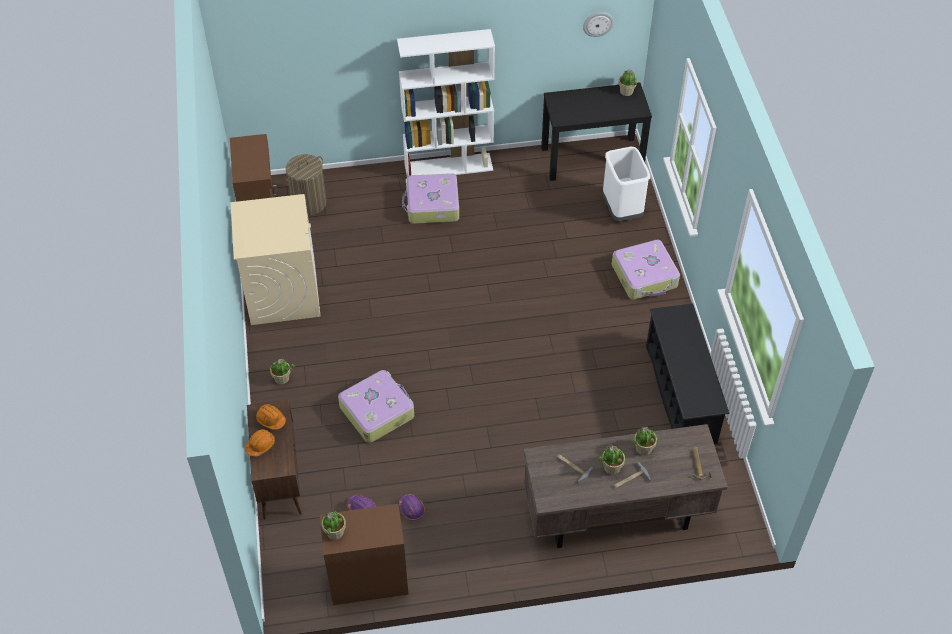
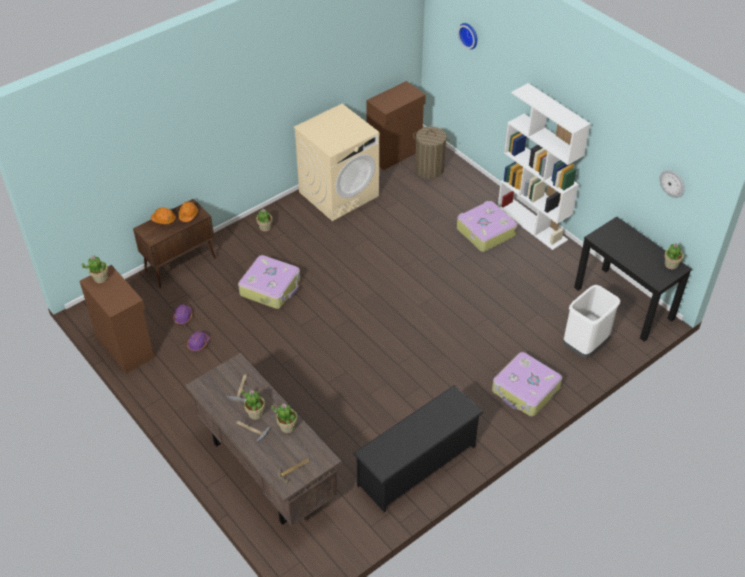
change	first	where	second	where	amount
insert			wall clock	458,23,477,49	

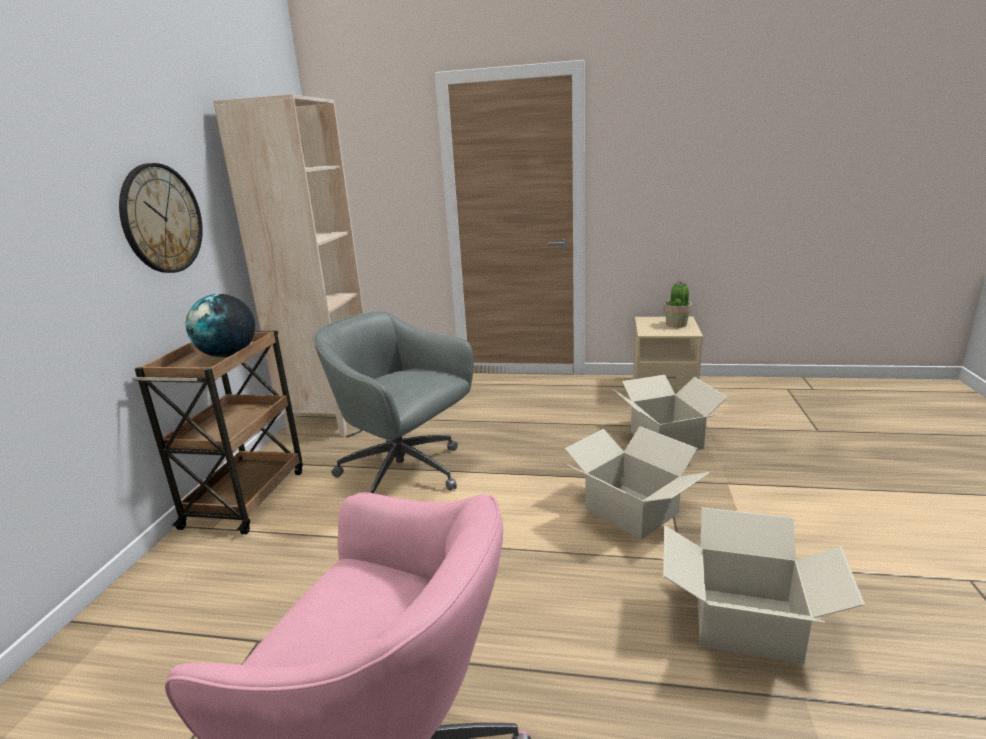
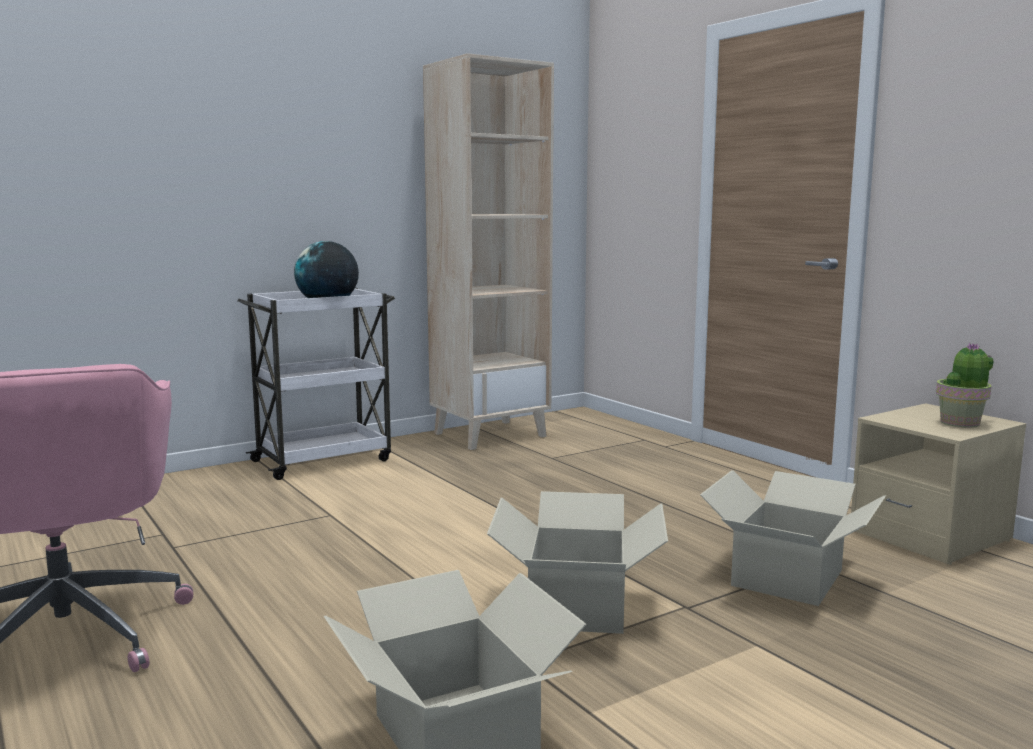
change	first	where	second	where	amount
delete	wall clock	119,163,203,273			
delete	office chair (grey)	313,311,474,493			
recolor	cart (brown)	132,330,303,534	cart (white)	237,288,395,480	

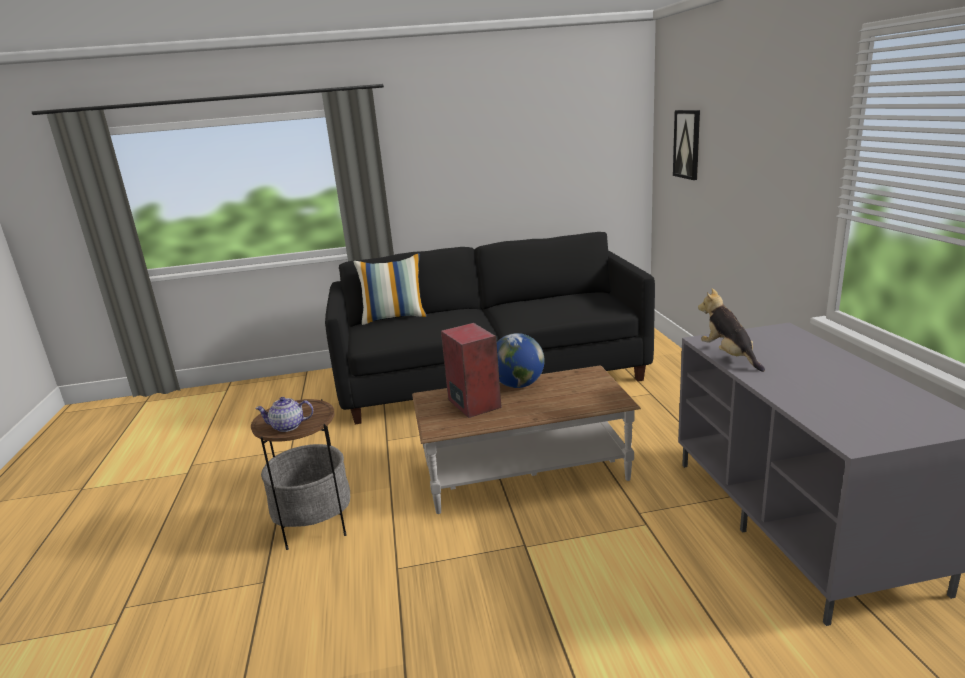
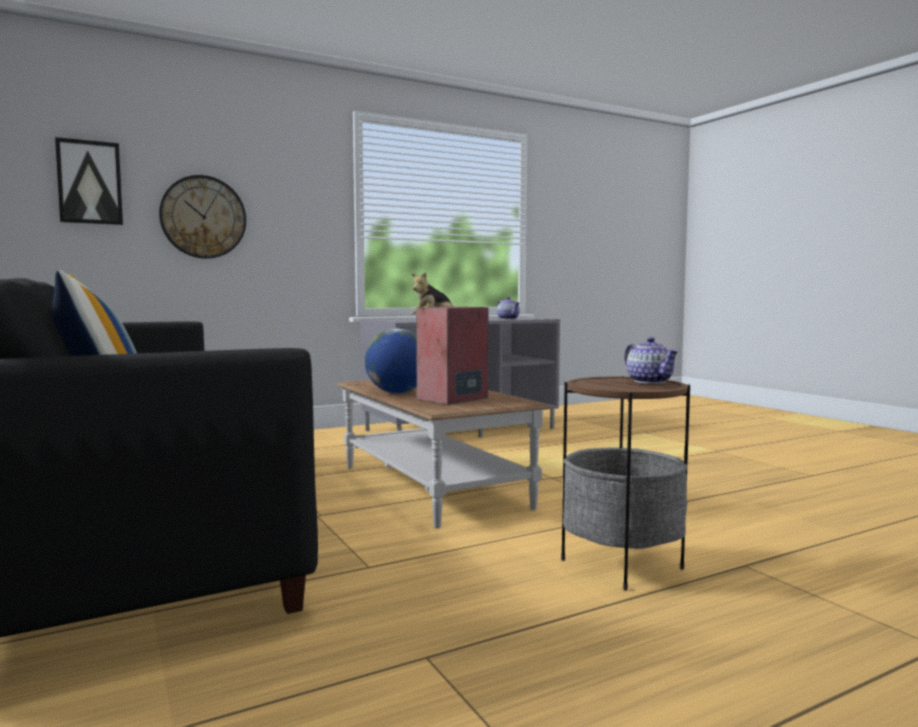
change	first	where	second	where	amount
insert			wall clock	159,175,246,259	
insert			teapot	497,297,520,319	

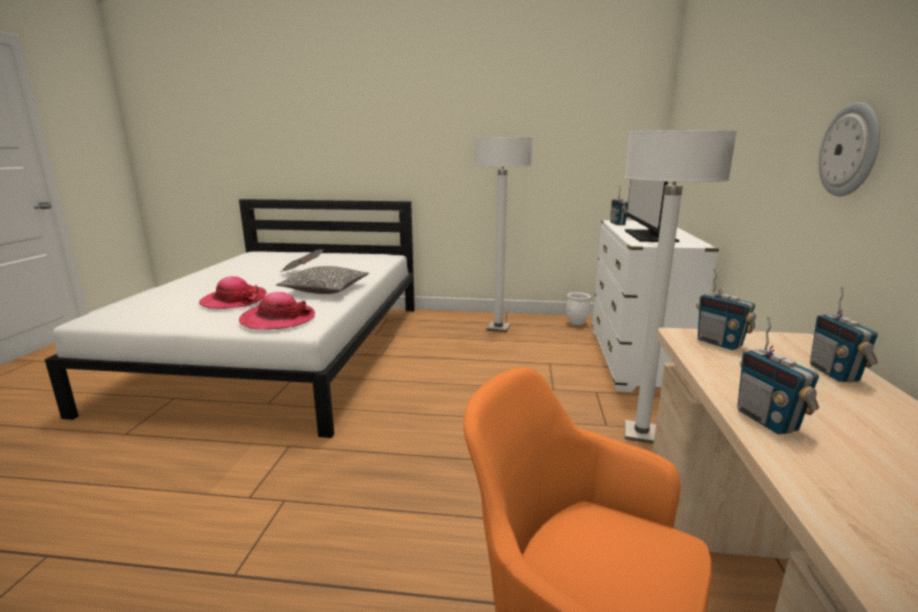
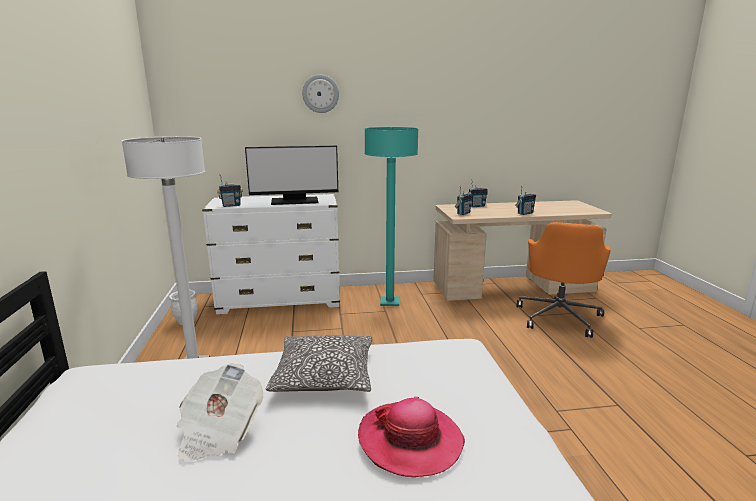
change	first	where	second	where	amount
delete	hat	239,292,315,330			
move	wall clock	819,102,880,196		302,75,339,113	
recolor	floor lamp (white)	624,129,737,444	floor lamp (turquoise)	364,127,418,306	

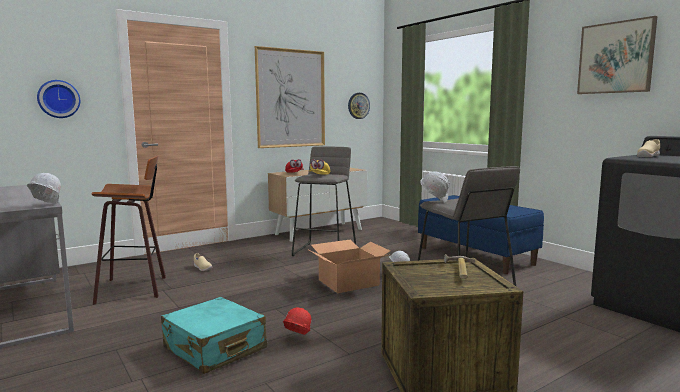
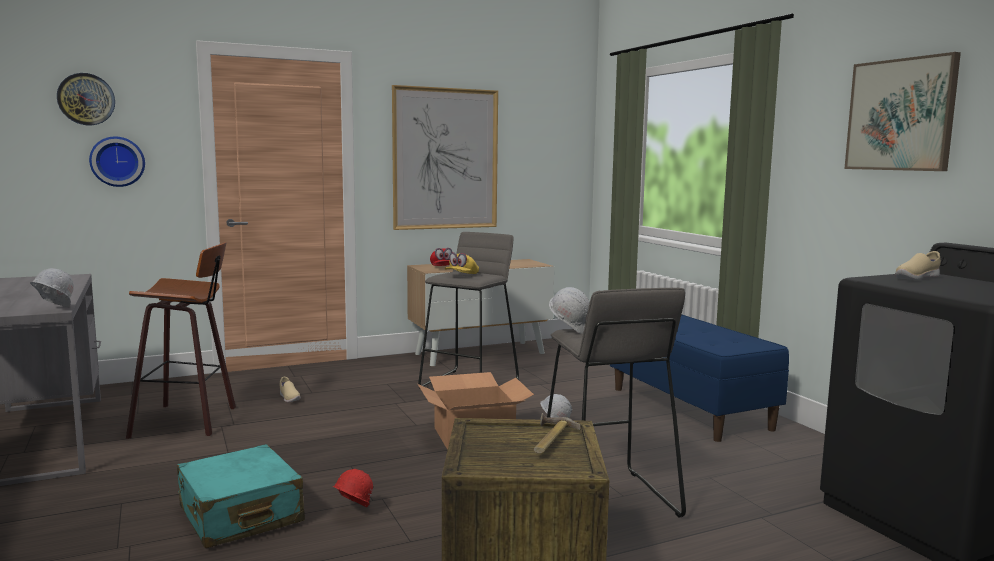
change	first	where	second	where	amount
move	wall clock	348,93,370,119		57,73,115,126	

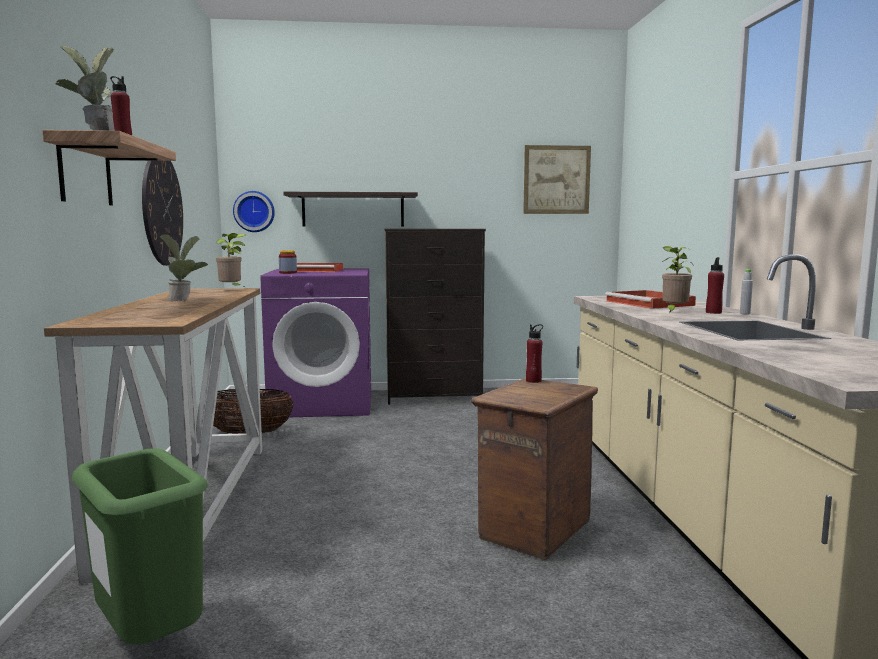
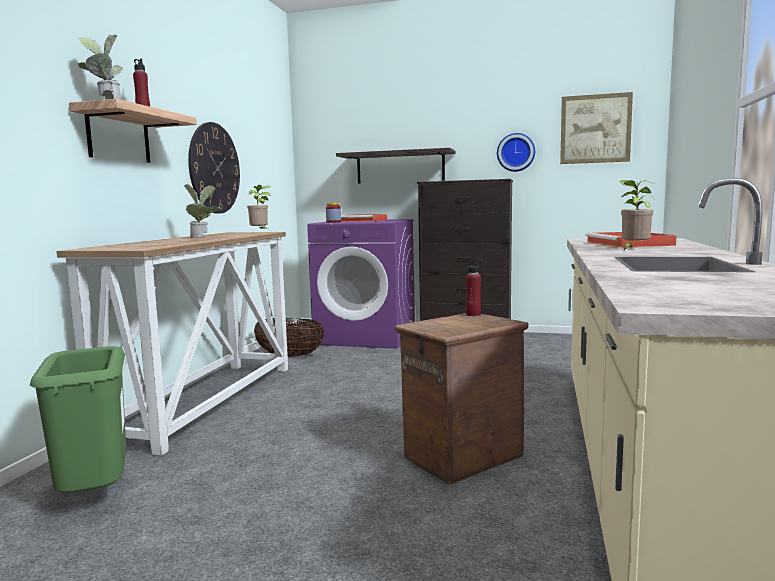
change	first	where	second	where	amount
delete	bottle (red)	706,257,724,314			
delete	bottle (grey)	740,269,753,314			
move	wall clock	233,191,275,232		497,133,535,172	

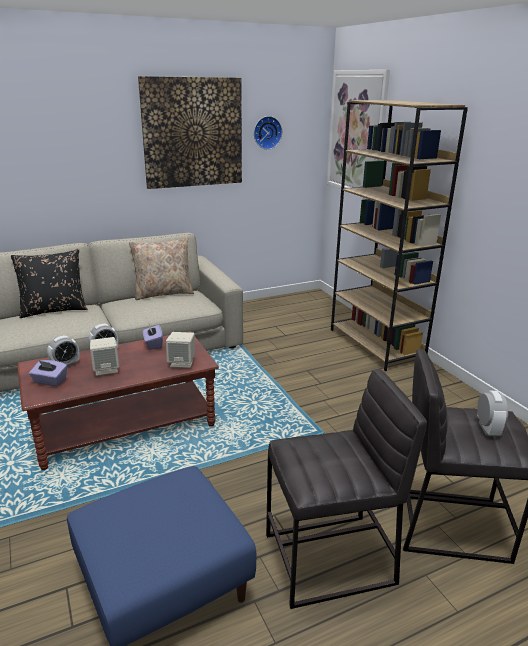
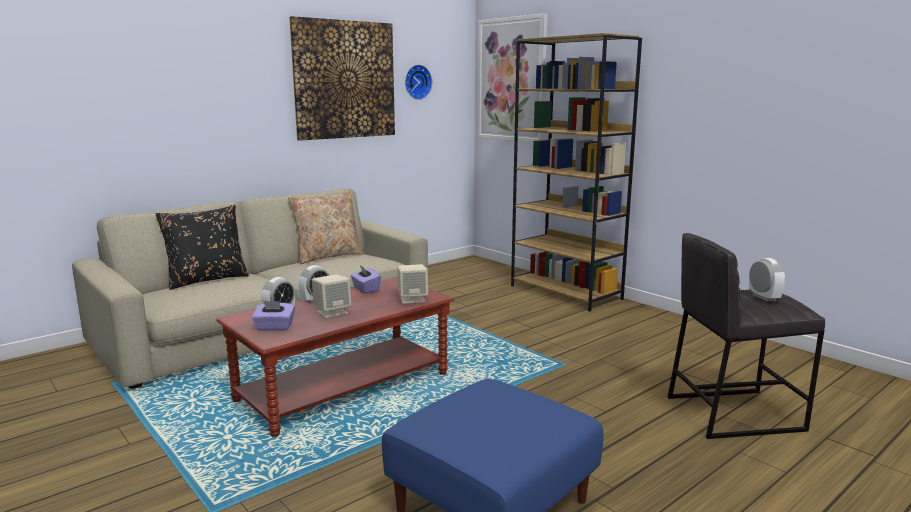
change	first	where	second	where	amount
delete	stool (grey)	266,369,427,609			

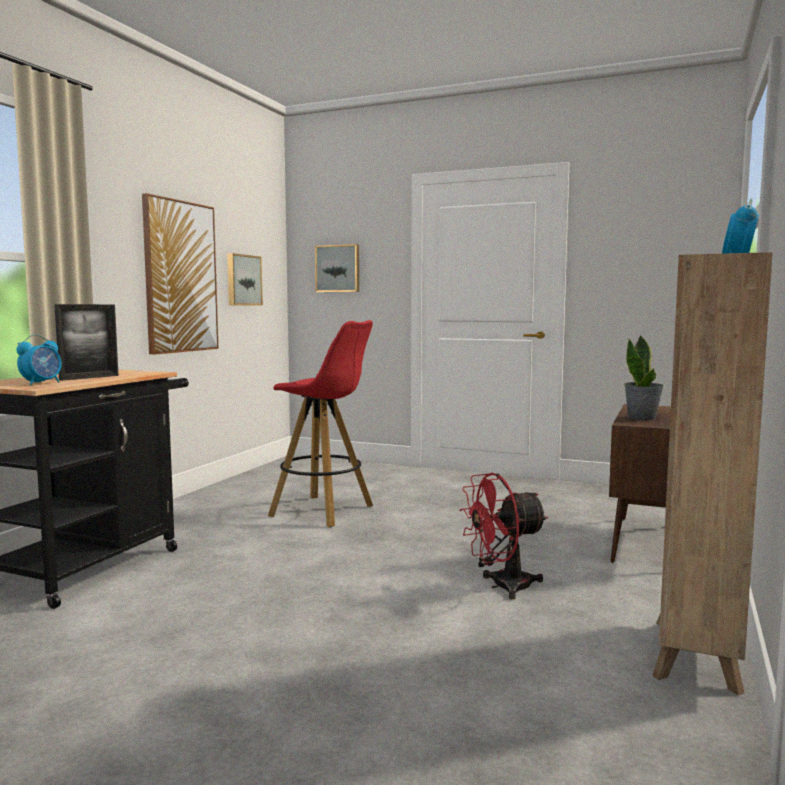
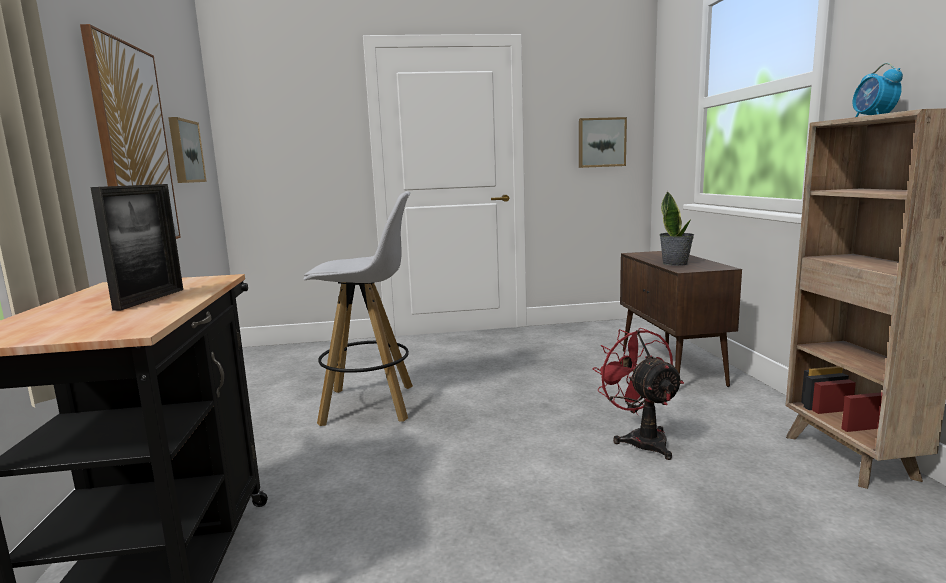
change	first	where	second	where	amount
delete	alarm clock	16,334,62,385			
move	picture	315,244,359,292		579,117,627,168	
recolor	stool (red)	268,320,373,527	stool (white)	303,191,413,426	
rotate	fan (red)	460,473,548,600		593,328,684,460	120 degrees clockwise

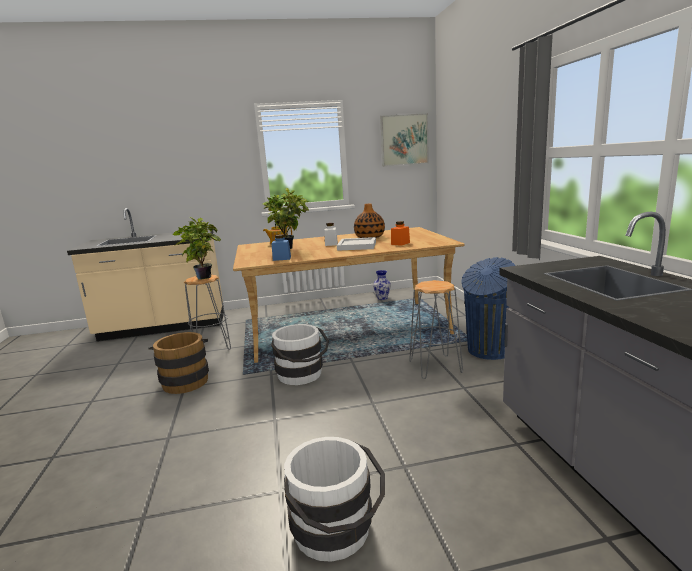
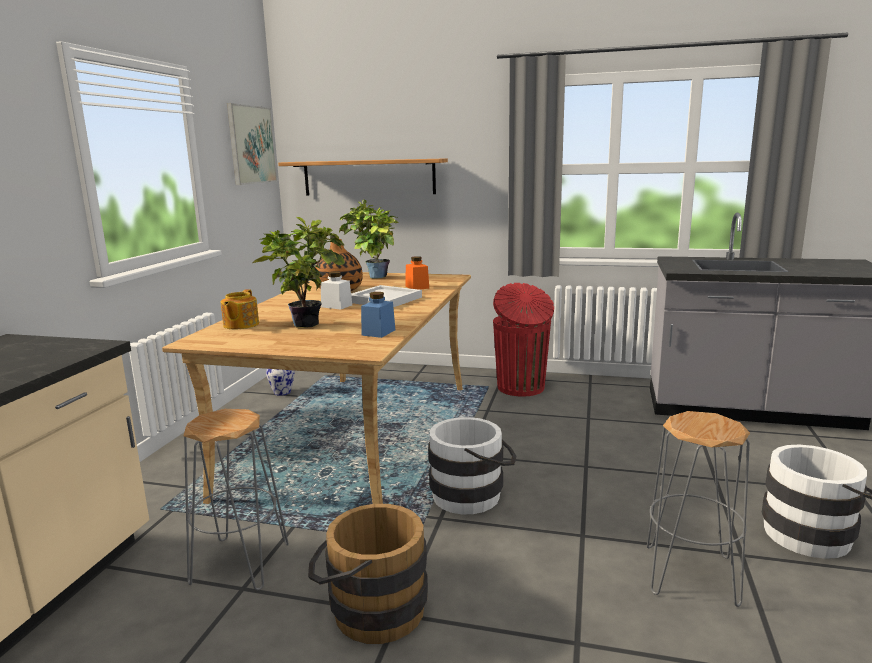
change	first	where	second	where	amount
insert			shelf	278,158,448,195	
move	potted plant	173,217,221,279		339,199,398,279	
move	stool (grey)	409,280,463,379		647,411,750,607	
recolor	trash can (blue)	461,257,516,360	trash can (red)	493,283,554,397	

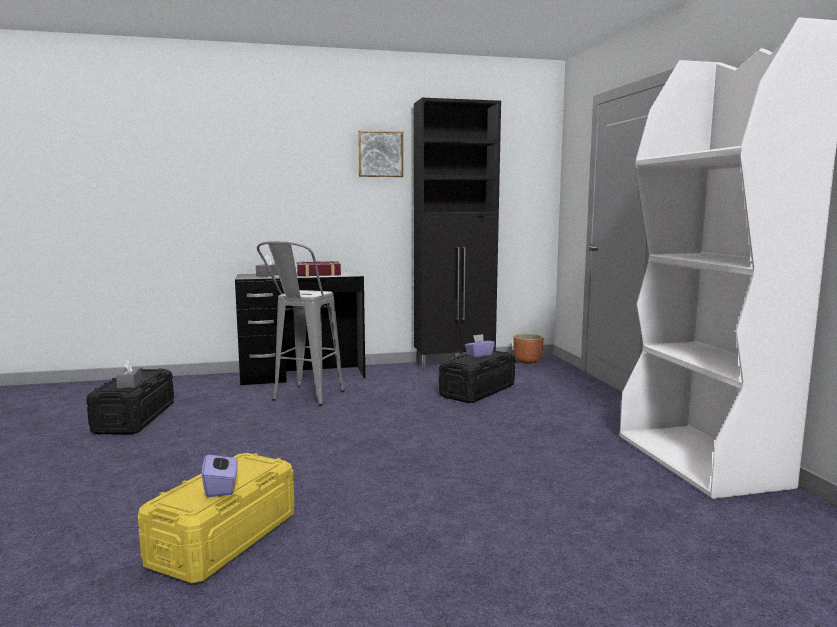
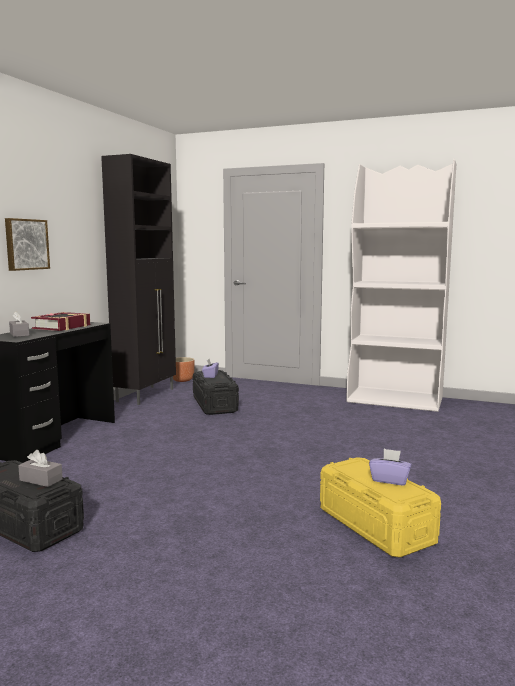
change	first	where	second	where	amount
delete	stool (grey)	257,241,345,406			
move	picture	358,130,403,177		5,218,50,271	

